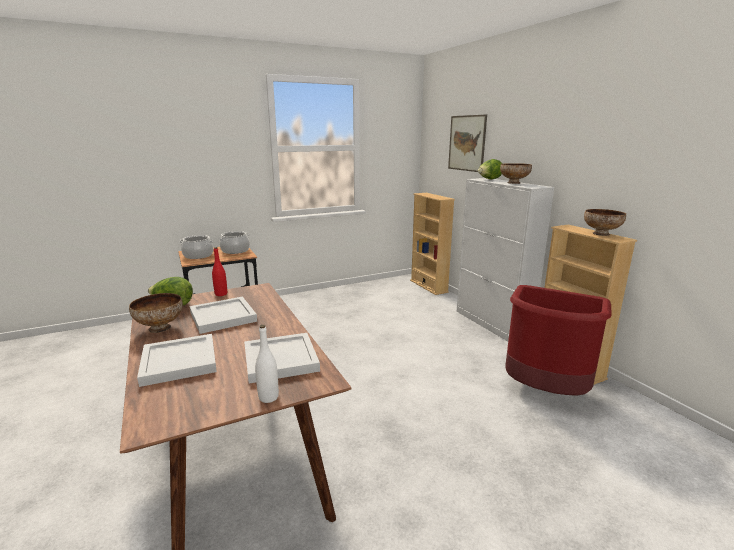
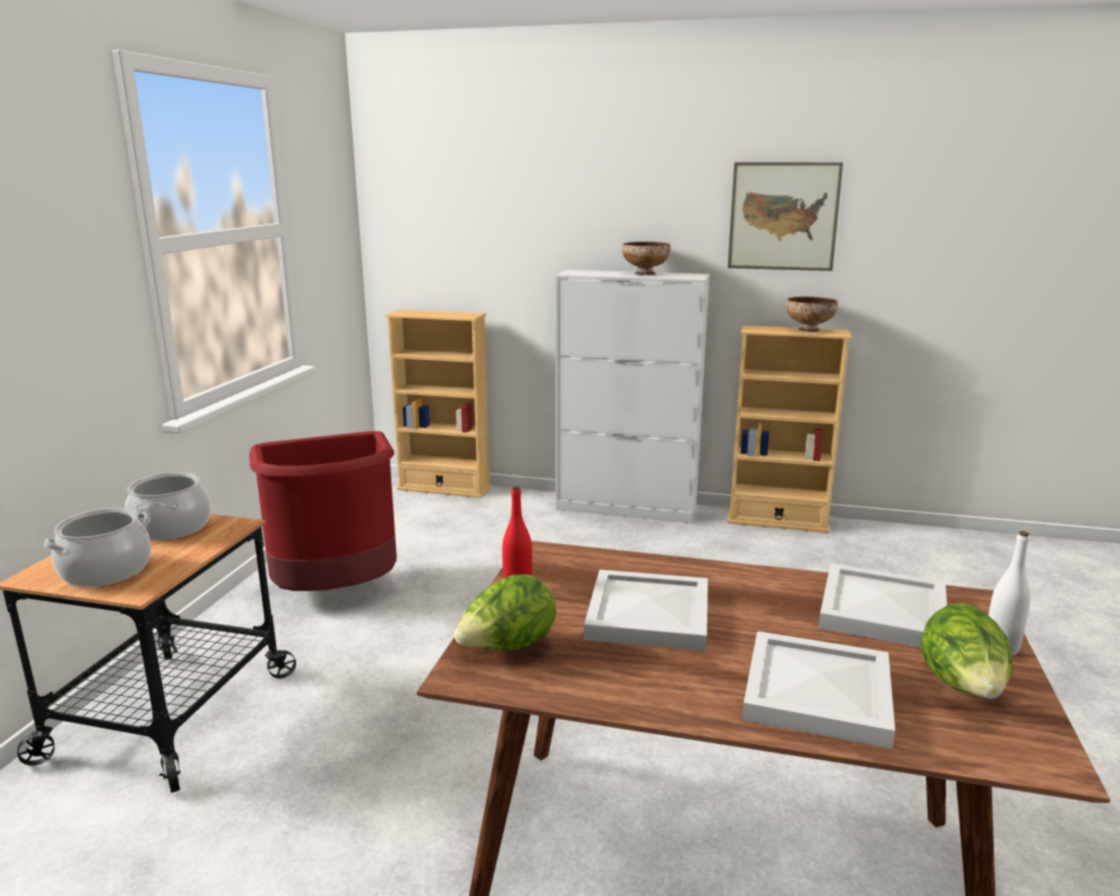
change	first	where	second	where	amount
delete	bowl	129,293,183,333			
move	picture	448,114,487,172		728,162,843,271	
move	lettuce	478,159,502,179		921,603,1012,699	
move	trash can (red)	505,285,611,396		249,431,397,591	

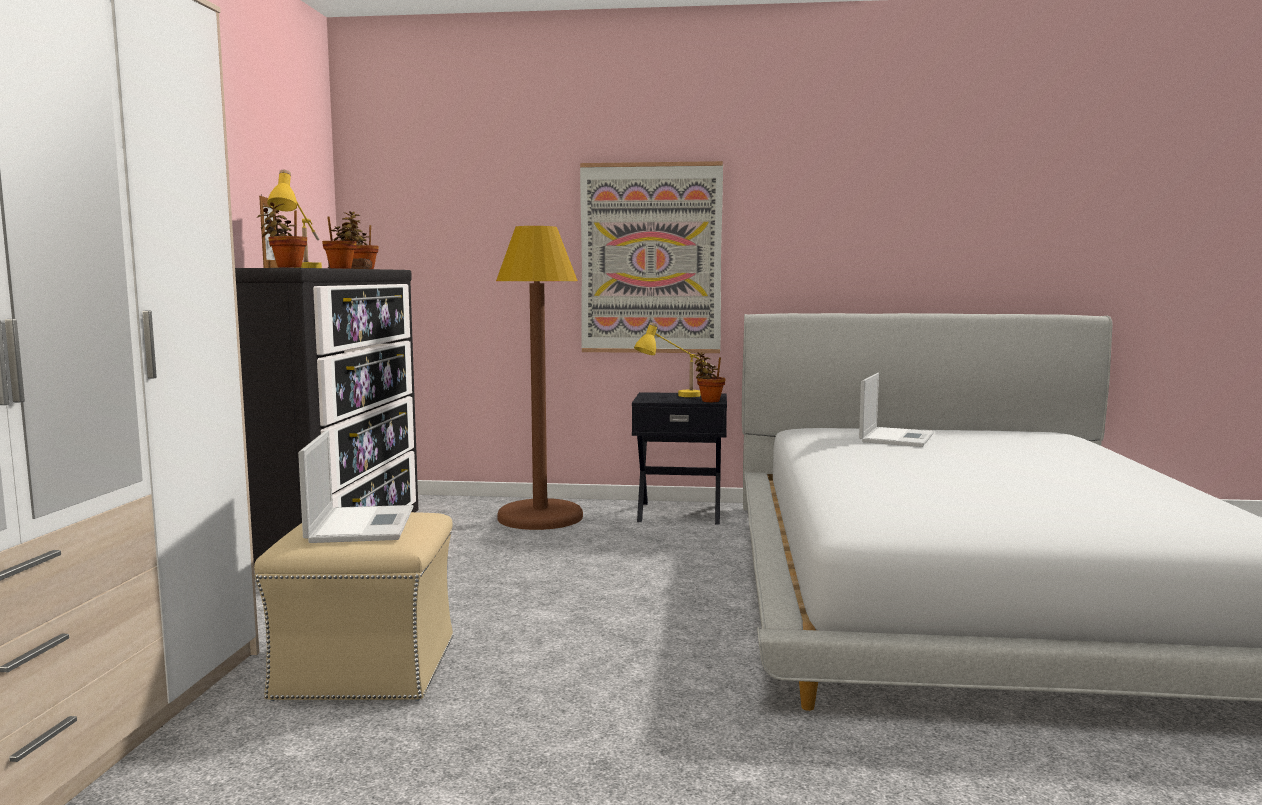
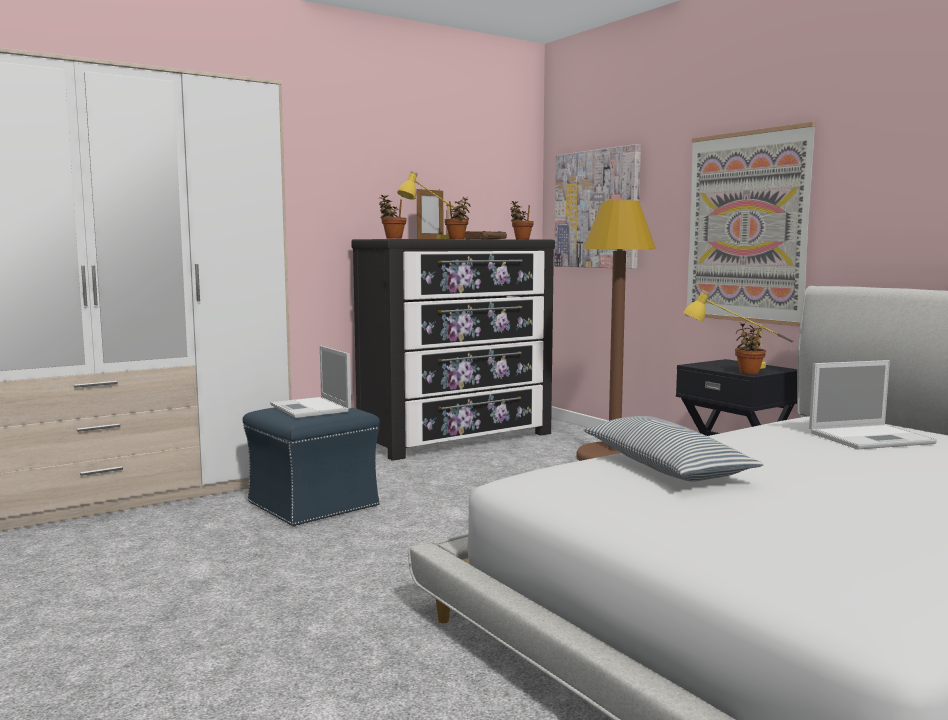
change	first	where	second	where	amount
insert			picture	554,144,641,269	
insert			pillow	584,416,764,481	
recolor	ottoman (beige)	254,512,453,701	ottoman (blue)	243,407,380,527	
rotate	laptop	298,430,413,543		270,345,351,418	105 degrees clockwise

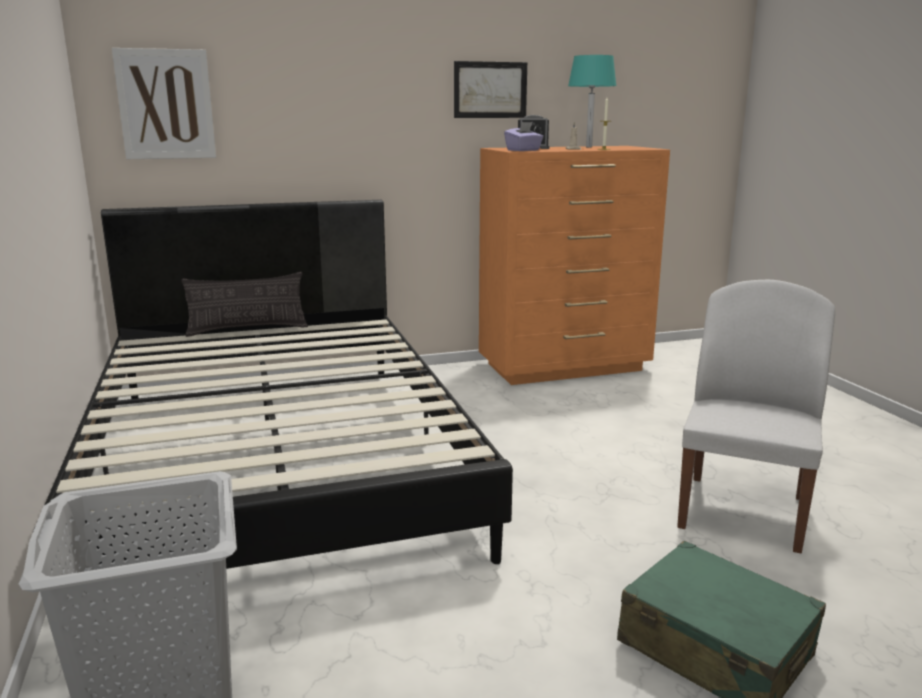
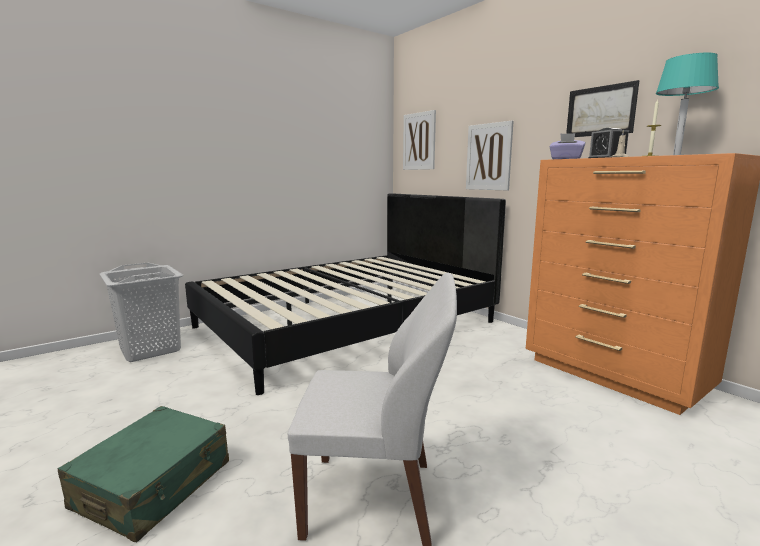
change	first	where	second	where	amount
delete	pillow	181,272,308,337			
insert			picture	466,121,514,190	

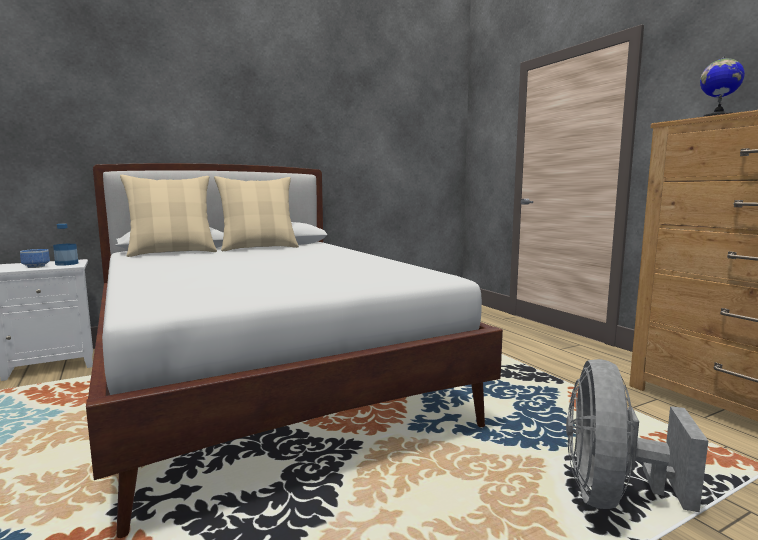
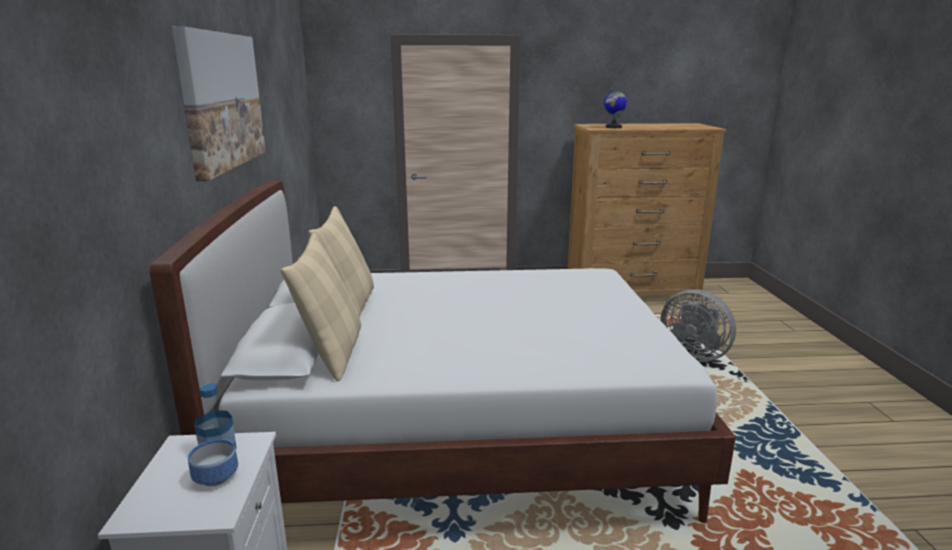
change	first	where	second	where	amount
insert			picture	172,26,266,182	

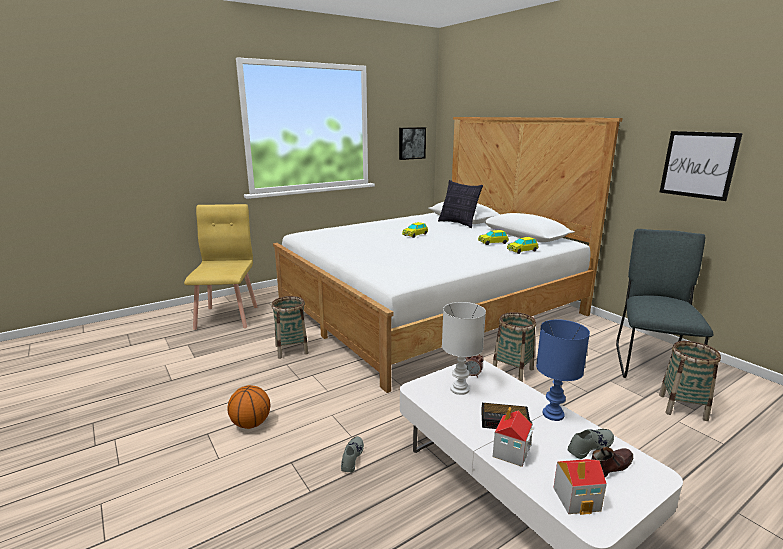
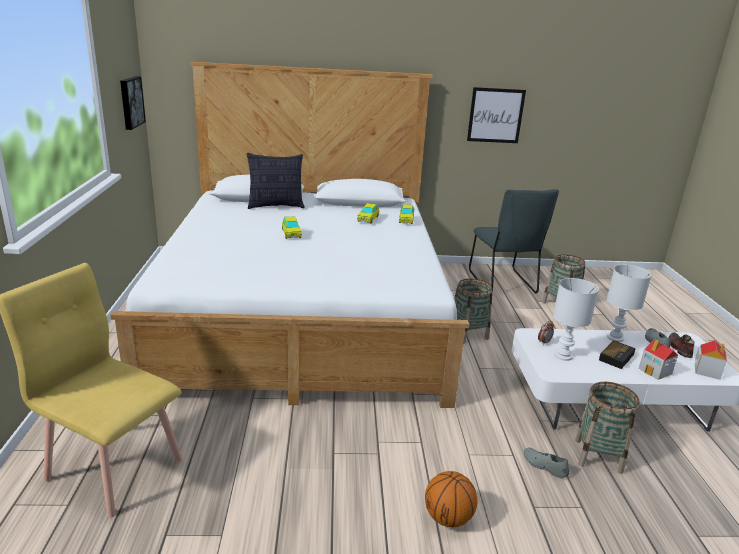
change	first	where	second	where	amount
move	basket	271,296,309,359		575,382,640,474	
recolor	table lamp (blue)	536,319,590,421	table lamp (white)	607,265,652,342	
rotate	chair (grey)	616,229,713,378		469,189,559,293	150 degrees counterclockwise

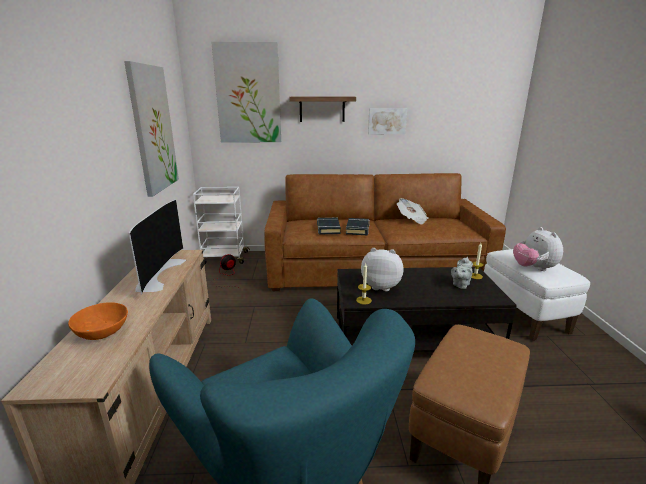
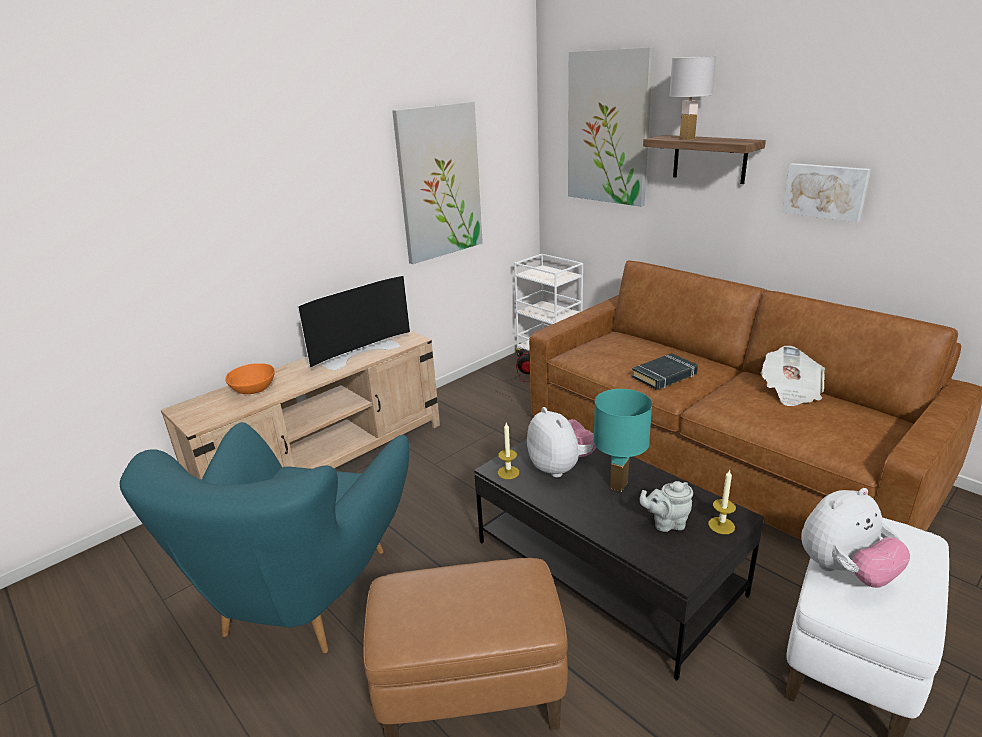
change	first	where	second	where	amount
delete	book (black)	317,218,341,234			
insert			table lamp (turquoise)	594,389,652,492	
insert			table lamp (white)	669,56,717,140	
rotate	plush toy	513,227,563,271		801,488,910,588	150 degrees counterclockwise

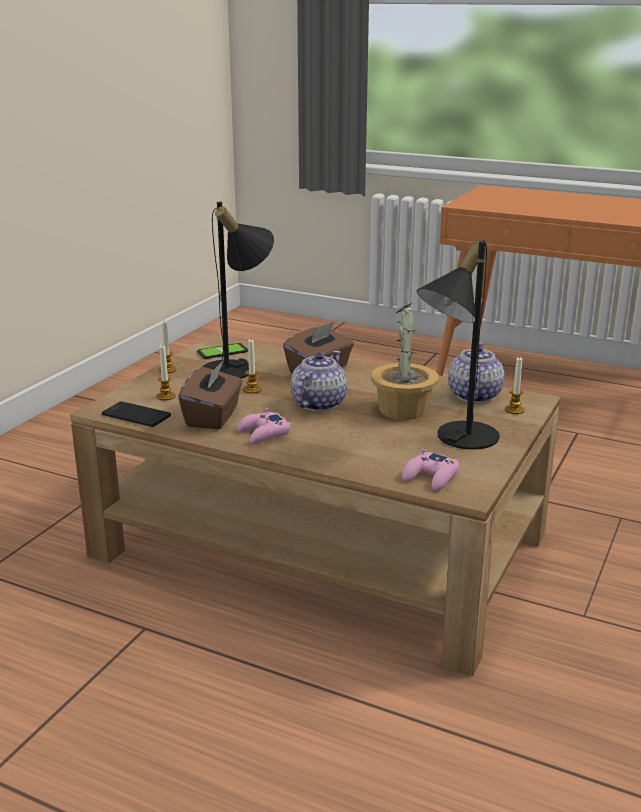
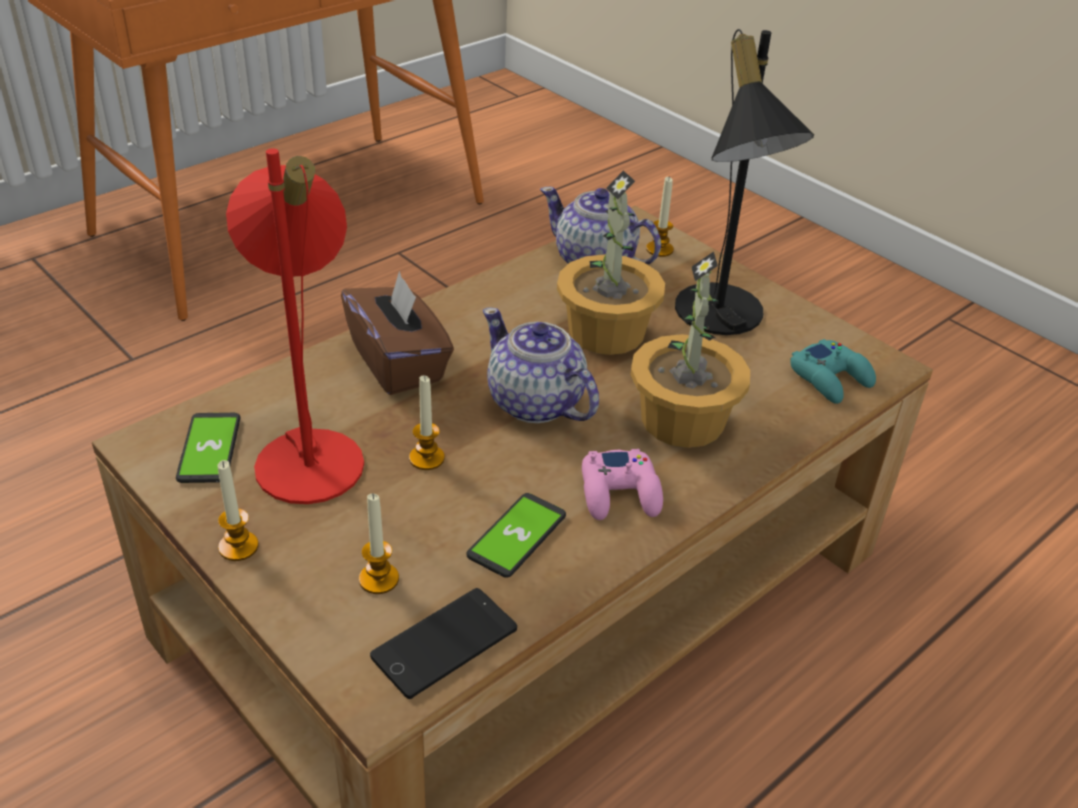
change	first	where	second	where	amount
insert			potted plant	630,251,750,448	
replace	tissue box (brown)	178,360,243,429	phone	466,493,566,578	
recolor	table lamp (black)	201,202,274,378	table lamp (red)	226,148,364,504	
recolor	game controller (pink)	402,449,460,491	game controller (turquoise)	790,339,876,404	

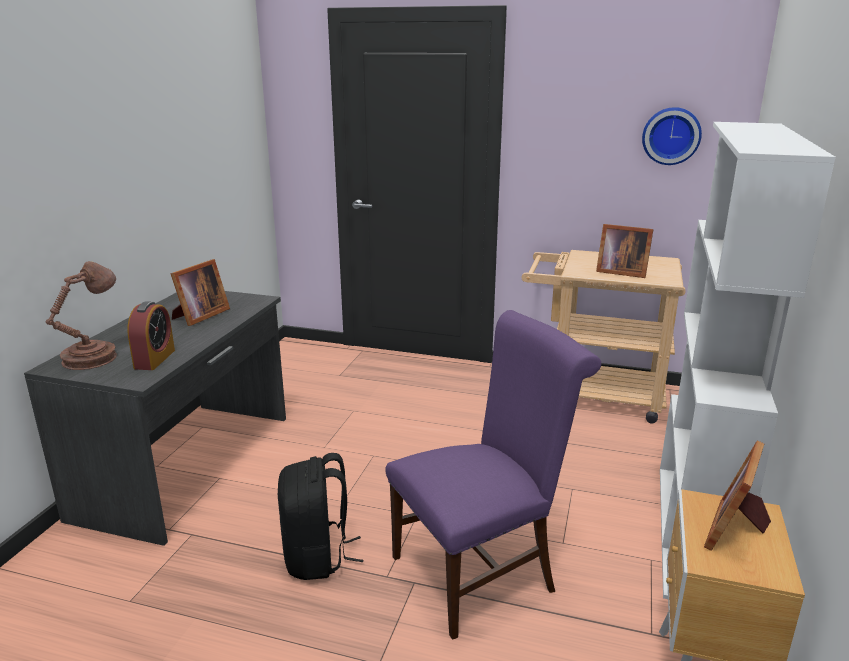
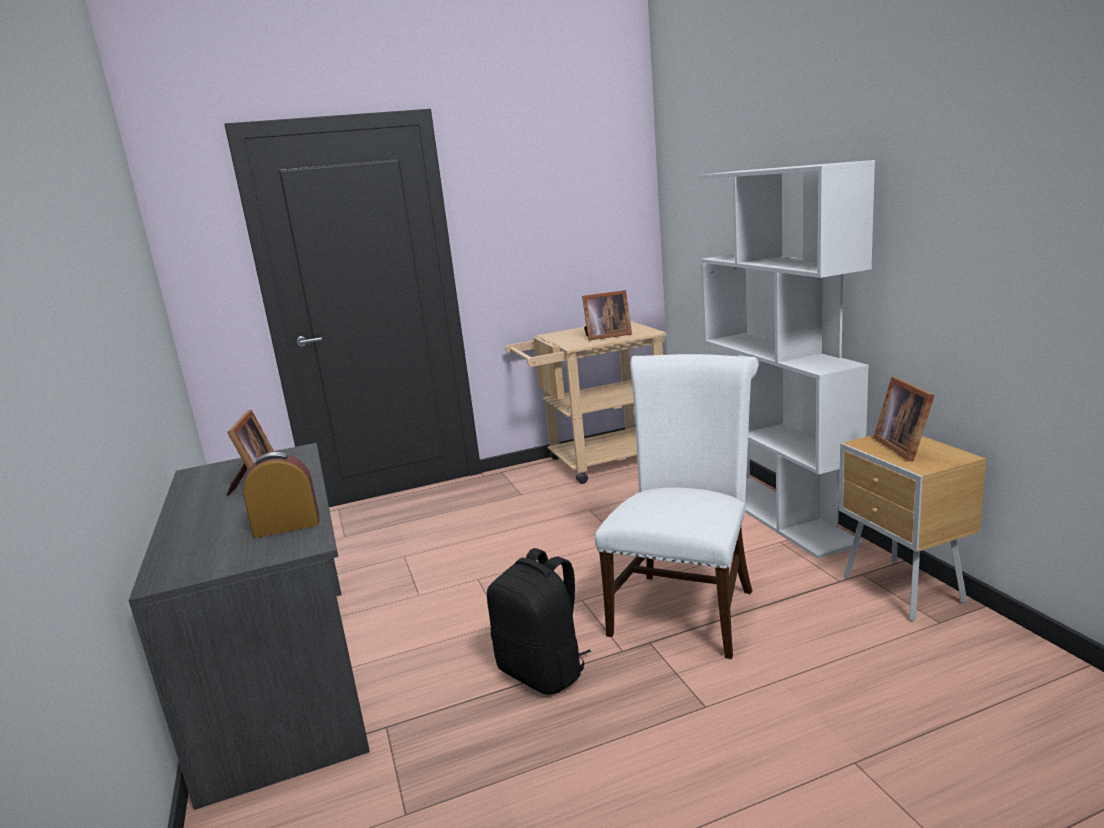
change	first	where	second	where	amount
delete	table lamp (brown)	46,261,117,370			
delete	wall clock	642,107,702,165			
recolor	chair (purple)	385,310,601,640	chair (white)	595,354,758,659	
rotate	alarm clock	127,301,175,370		243,452,320,538	75 degrees counterclockwise

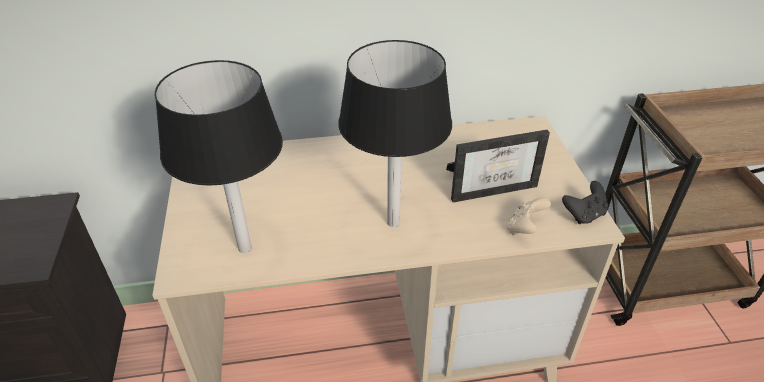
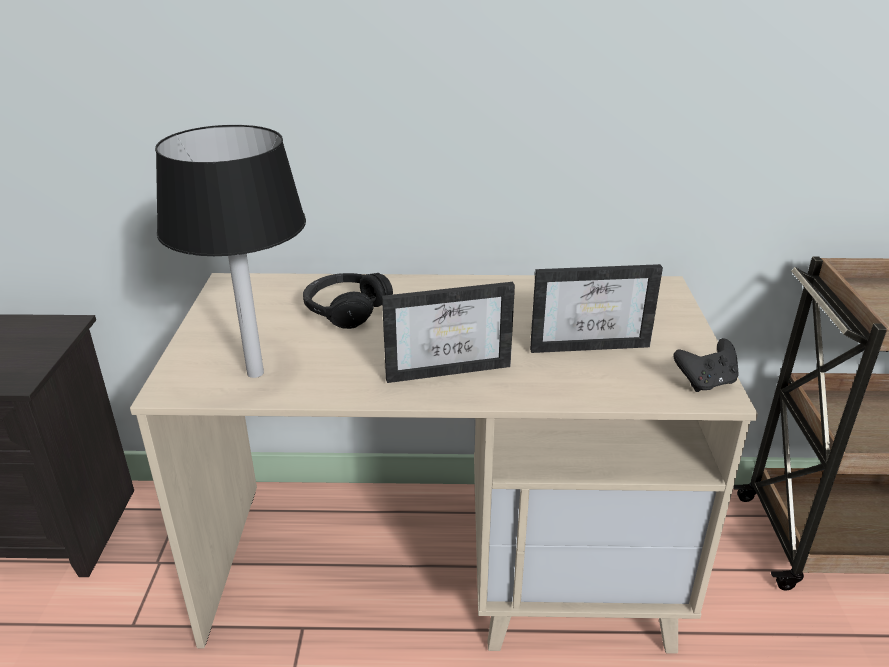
change	first	where	second	where	amount
delete	game controller (beige)	507,198,551,235			
insert			headphones (black)	303,273,393,329	
replace	table lamp (black)	338,40,452,227	picture frame	382,282,515,383	

